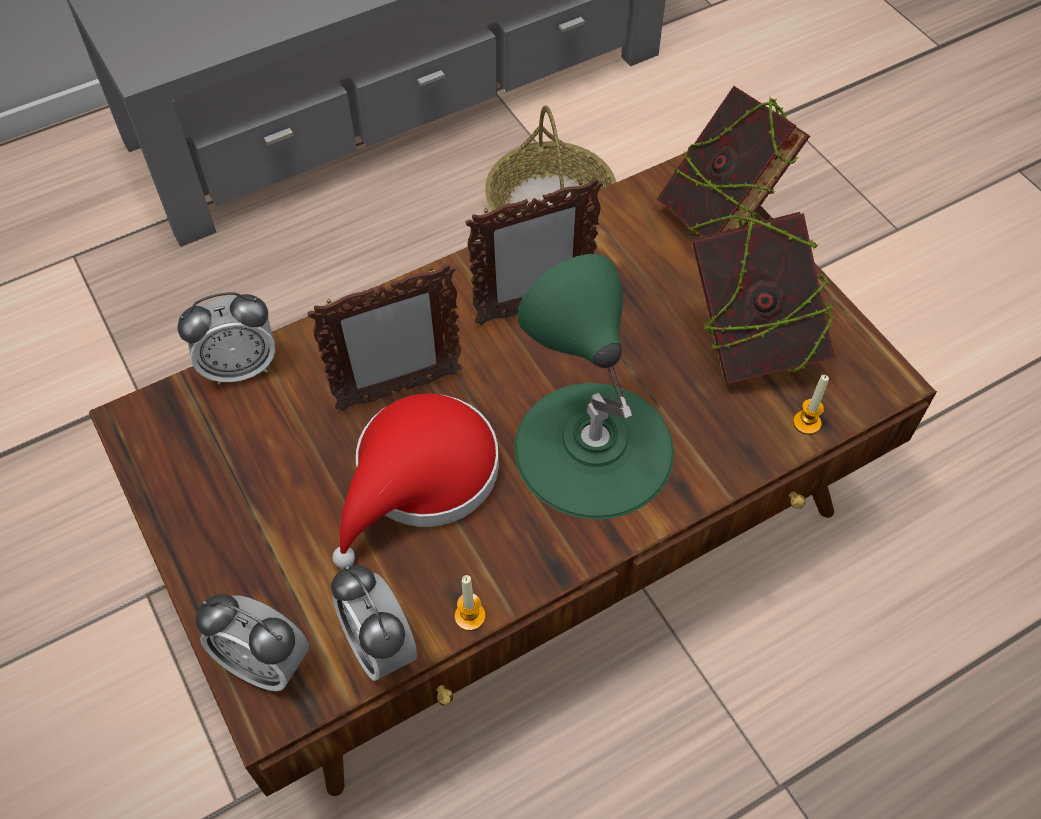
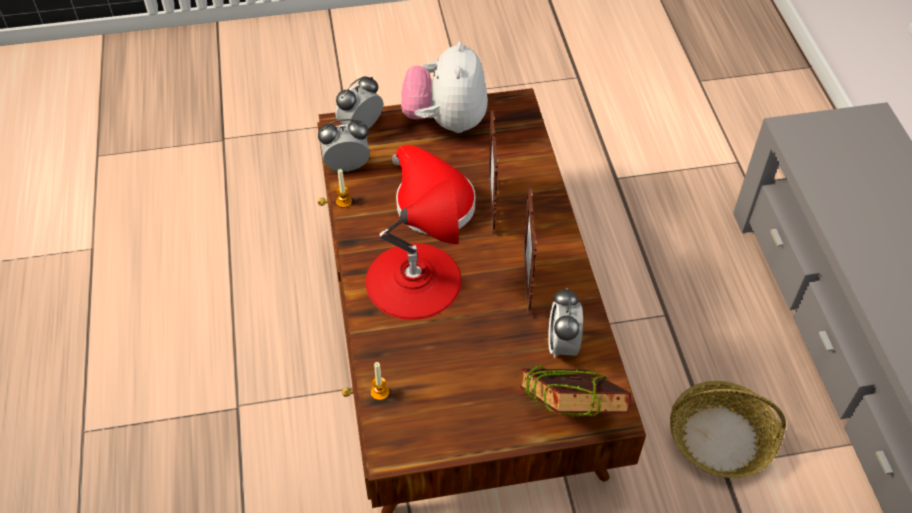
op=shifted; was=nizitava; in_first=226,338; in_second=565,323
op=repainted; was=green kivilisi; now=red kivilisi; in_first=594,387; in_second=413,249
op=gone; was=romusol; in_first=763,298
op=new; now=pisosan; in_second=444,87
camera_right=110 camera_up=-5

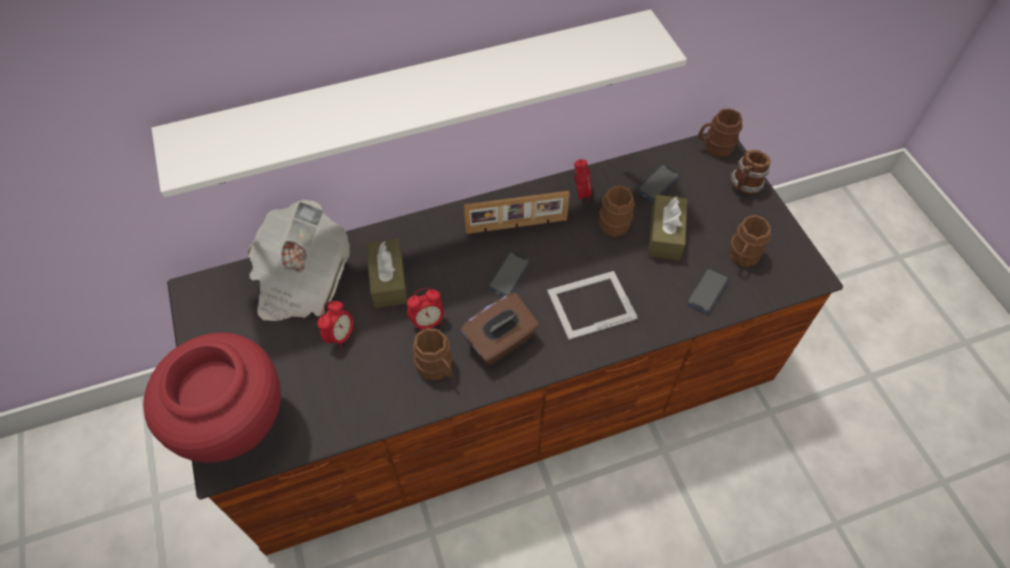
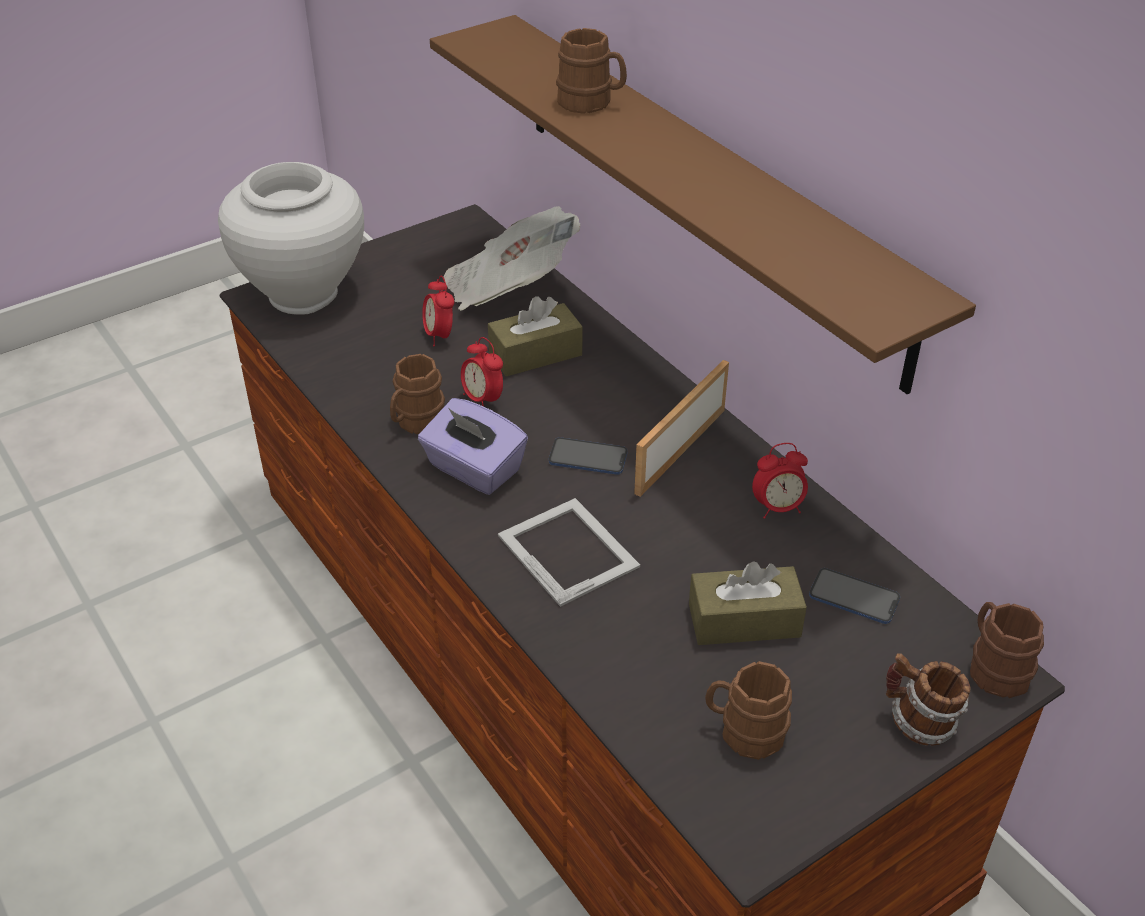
op=repainted; was=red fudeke; now=white fudeke; in_first=212,398; in_second=291,238
op=repainted; was=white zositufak; now=brown zositufak; in_first=419,103; in_second=703,204
op=rotated; was=nizitava; in_first=335,325; in_second=438,311; clockwise=60
op=repainted; was=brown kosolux; now=purple kosolux; in_first=499,329; in_second=473,446
op=rotated; was=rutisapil; in_first=517,212; in_second=681,428; clockwise=60
op=shifted; was=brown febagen; in_first=617,211; in_second=591,71
op=gone; was=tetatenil; in_first=708,290
camera_right=75 camera_up=-15

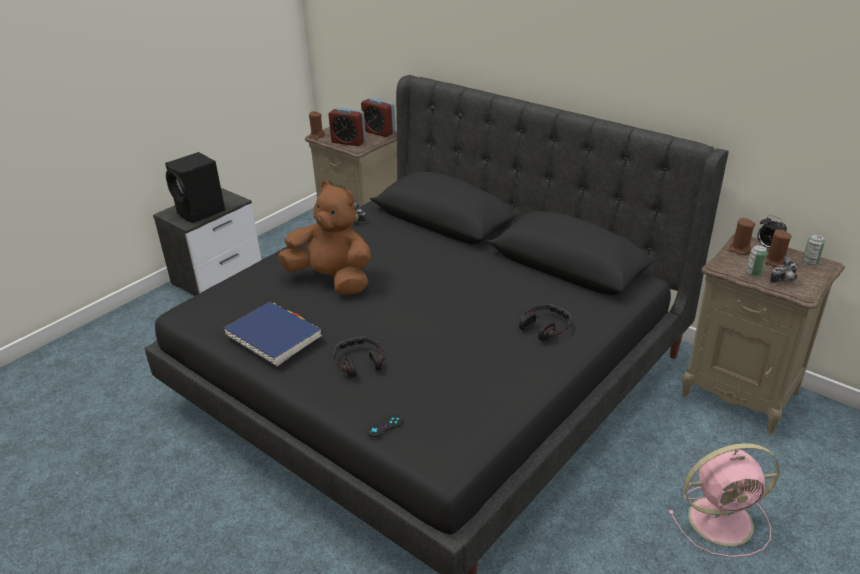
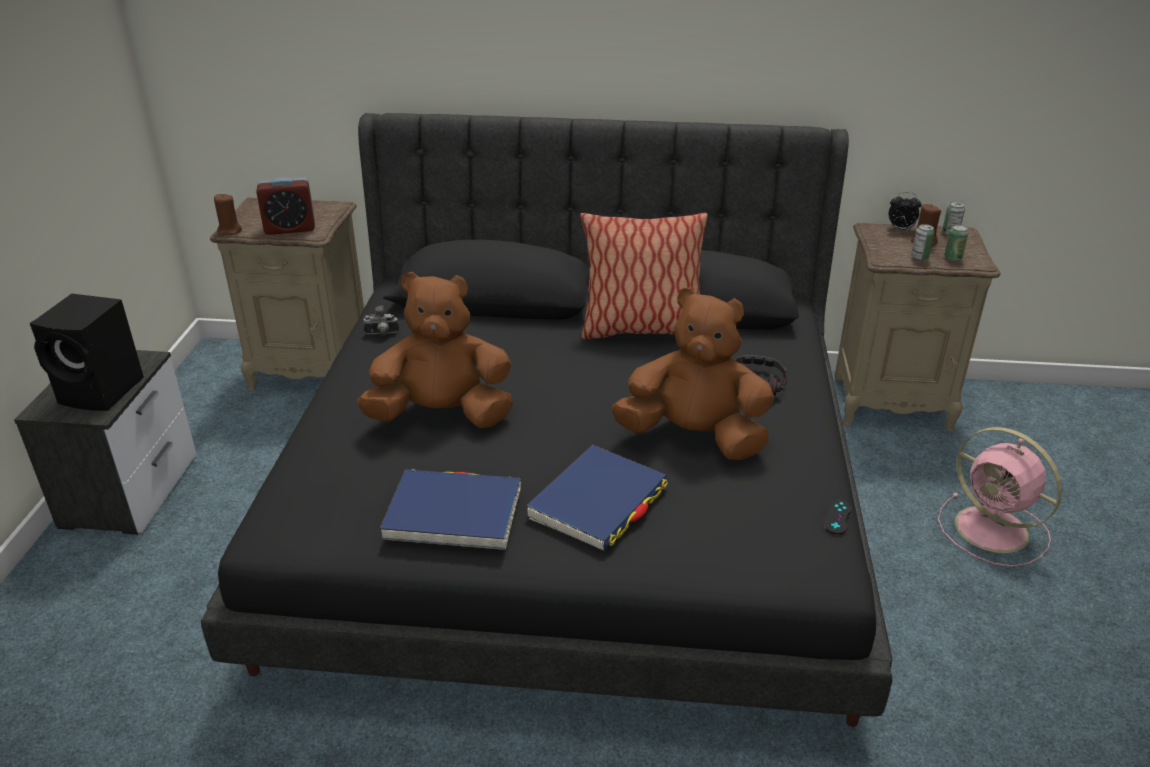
op=swapped; was=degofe; now=blue romusol; in_first=359,357; in_second=597,498
op=gone; was=nizitava; in_first=378,117
op=shifted; was=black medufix; in_first=384,426; in_second=838,517
op=rotated; was=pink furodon; in_first=724,500; in_second=1000,497; clockwise=90
op=gone; was=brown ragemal; in_first=742,236
op=swapped; was=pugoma; now=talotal; in_first=783,270; in_second=956,243
op=new; now=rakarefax; in_second=644,276
op=new; now=brown pisosan; in_second=692,374
camera_right=-35 camera_up=0

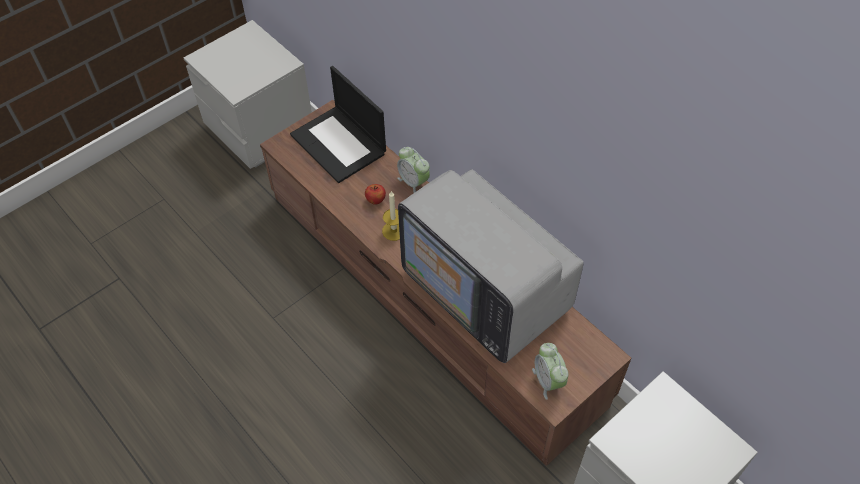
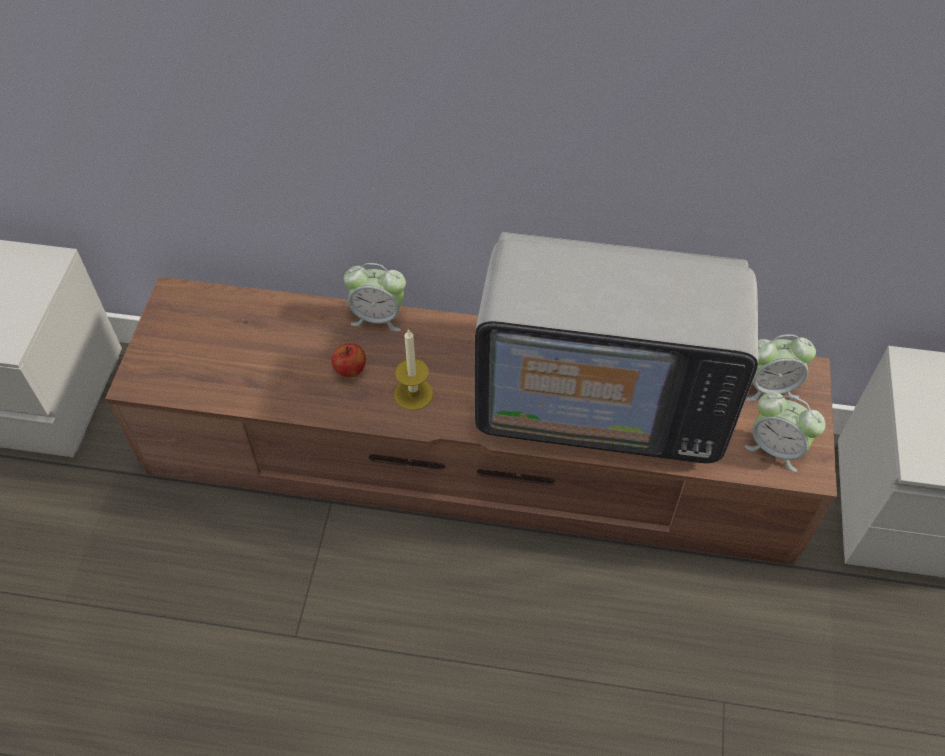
op=gone; was=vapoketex; in_first=338,124
op=new; now=nizitava; in_second=781,367
camera_right=-40 camera_up=0

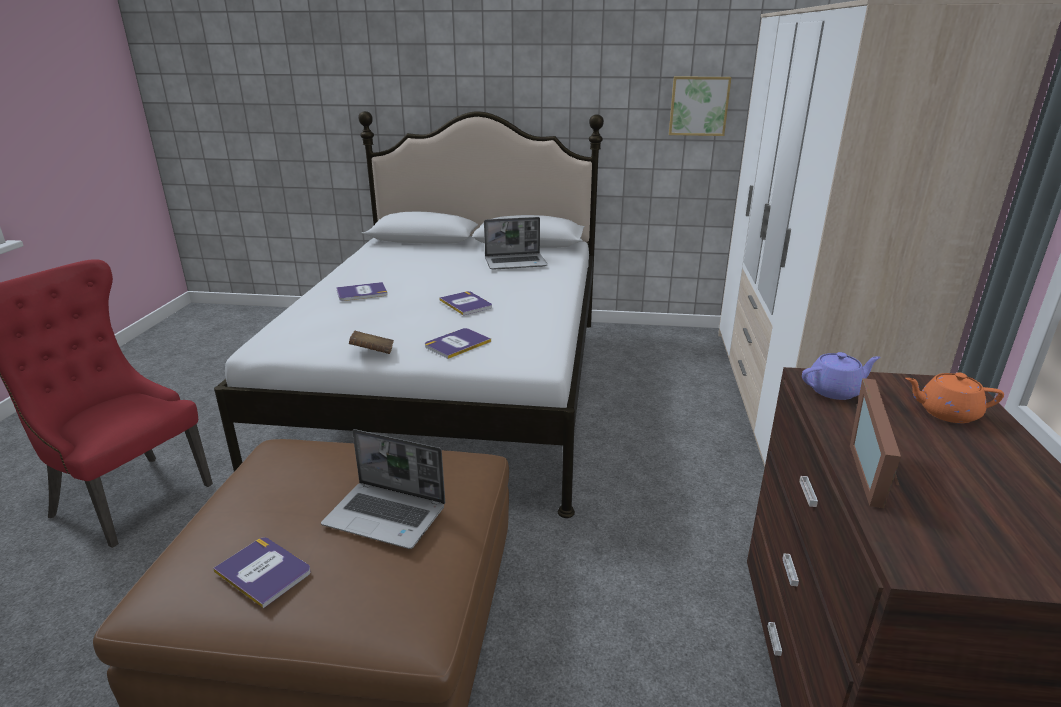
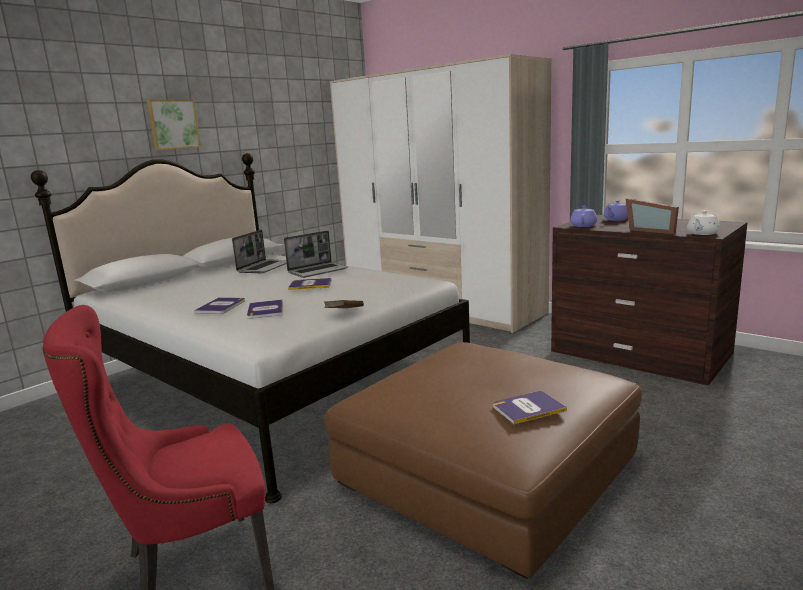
op=shifted; was=vapoketex; in_first=383,489; in_second=316,254
op=shifted; was=romusol; in_first=458,343; in_second=265,309
op=shifted; was=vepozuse; in_first=700,106; in_second=174,124
op=repainted; was=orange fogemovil; now=purple fogemovil; in_first=954,398; in_second=616,210
op=new; now=white fogemovil; in_second=703,222
camera_right=-55 camera_up=-10

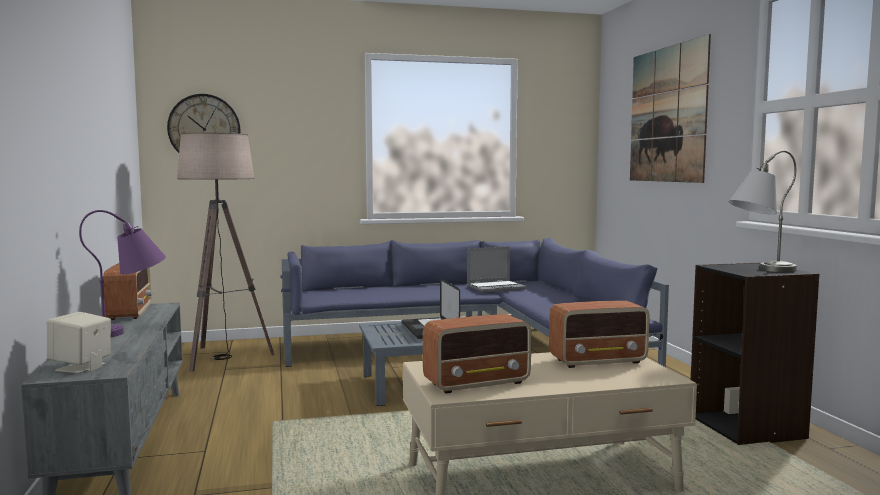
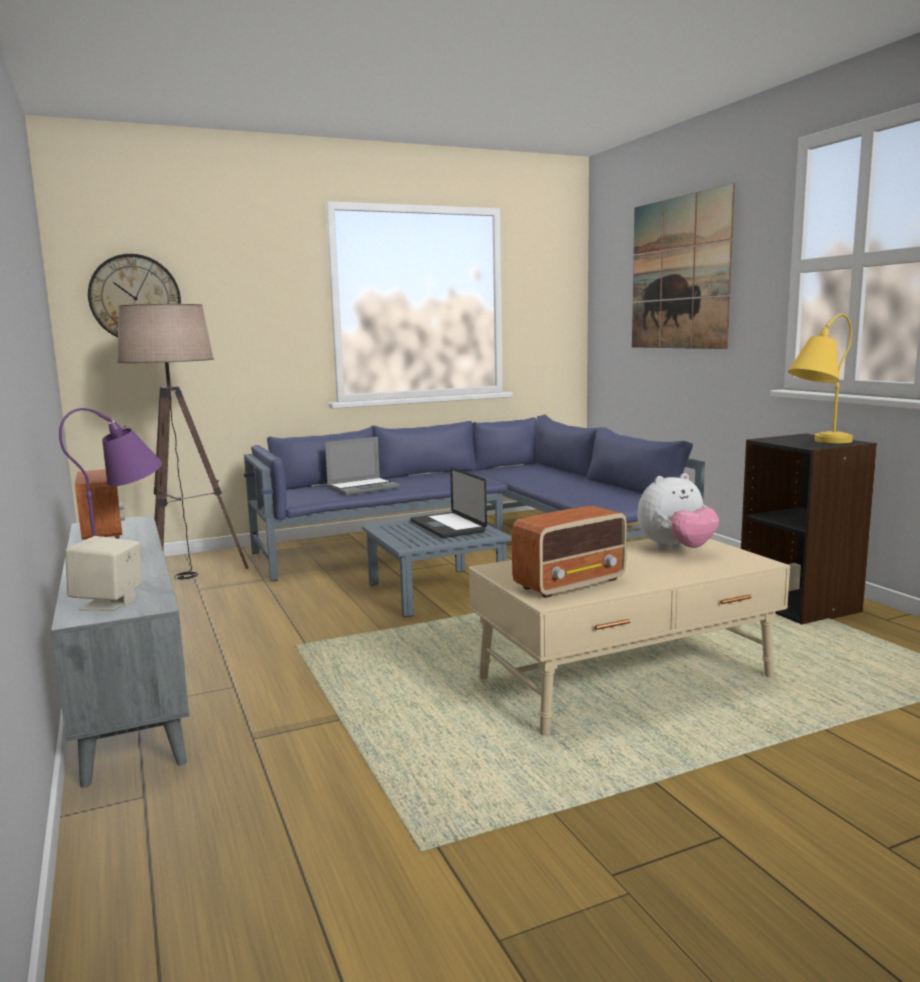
op=shifted; was=vapoketex; in_first=497,269; in_second=362,466
op=swapped; was=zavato; now=pisosan; in_first=599,334; in_second=678,511
op=repainted; was=grey kivilisi; now=yellow kivilisi; in_first=763,211; in_second=820,378
camera_right=-10 camera_up=5

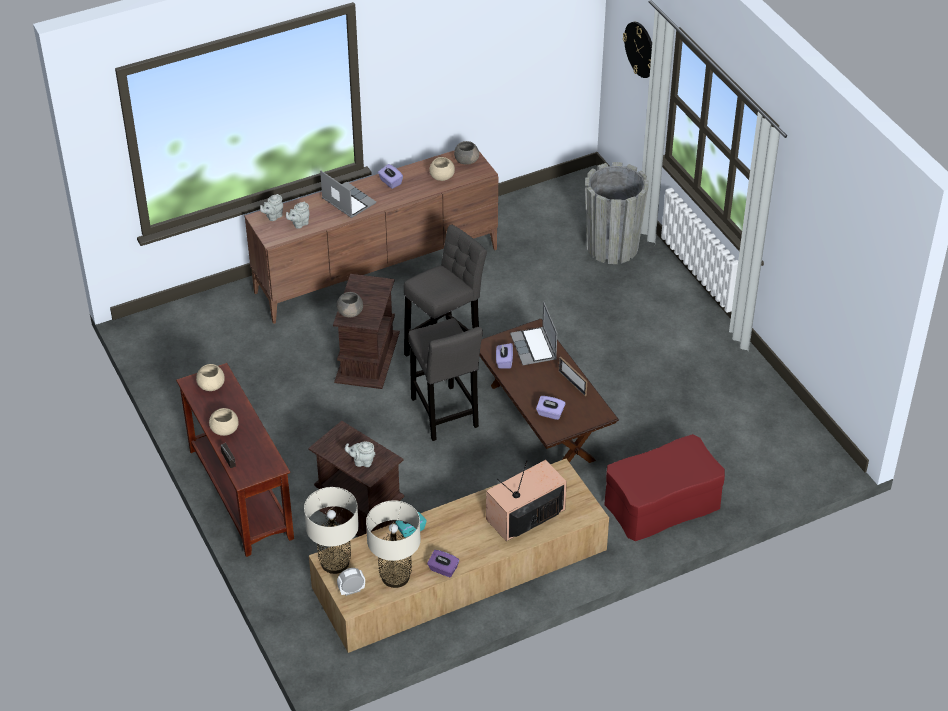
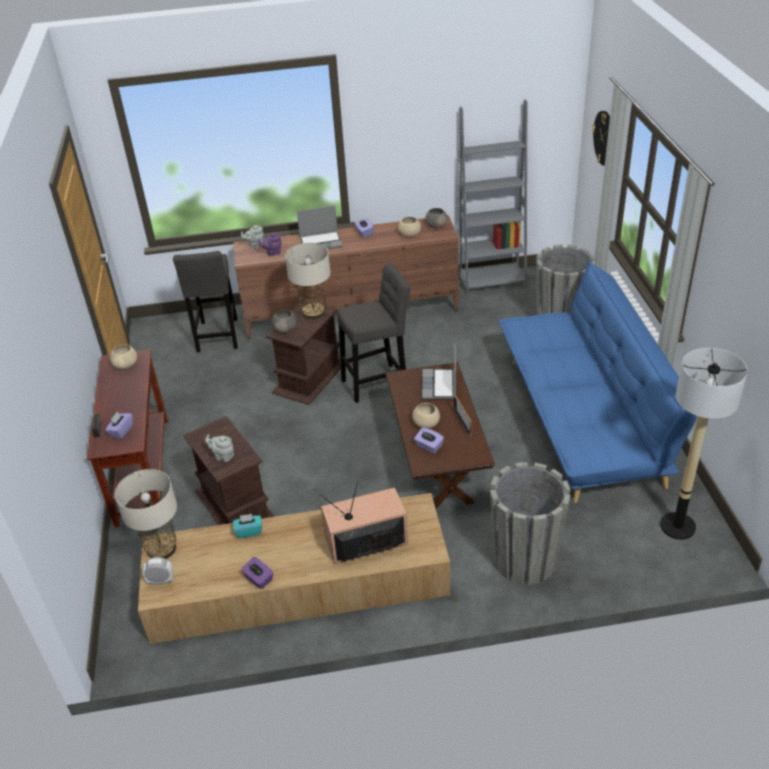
op=shifted; was=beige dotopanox; in_first=224,422; in_second=426,415
op=repainted; was=grey fogemovil; now=purple fogemovil; in_first=298,215; in_second=270,244
op=rotated; was=vapoketex; in_first=348,194; in_second=320,227; clockwise=105
op=shifted; was=kivilisi; in_first=393,544; in_second=308,281
op=shifted; was=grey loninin; in_first=446,379; in_second=205,302
op=shifted; was=purple kosolux; in_first=504,356; in_second=119,425
op=swapped; was=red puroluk; now=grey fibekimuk; in_first=664,487; in_second=530,523
op=new; now=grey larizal; in_second=493,197
op=new; now=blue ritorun; in_second=598,382
op=new; now=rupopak; in_second=704,444
camera_right=20 camera_up=-5

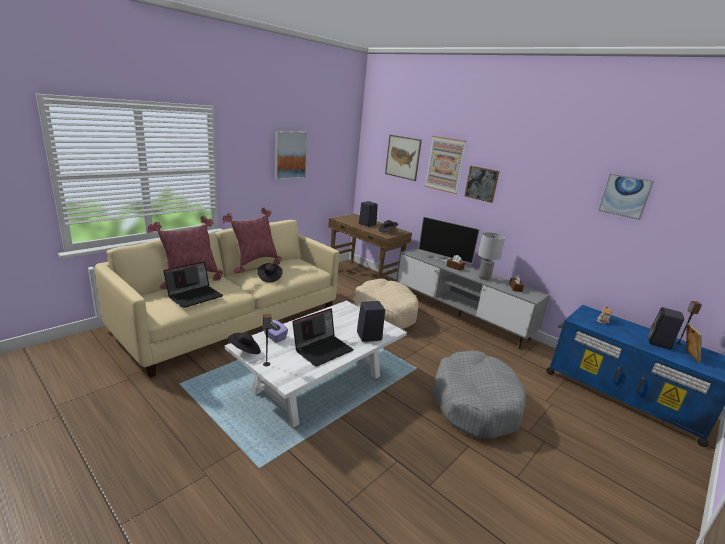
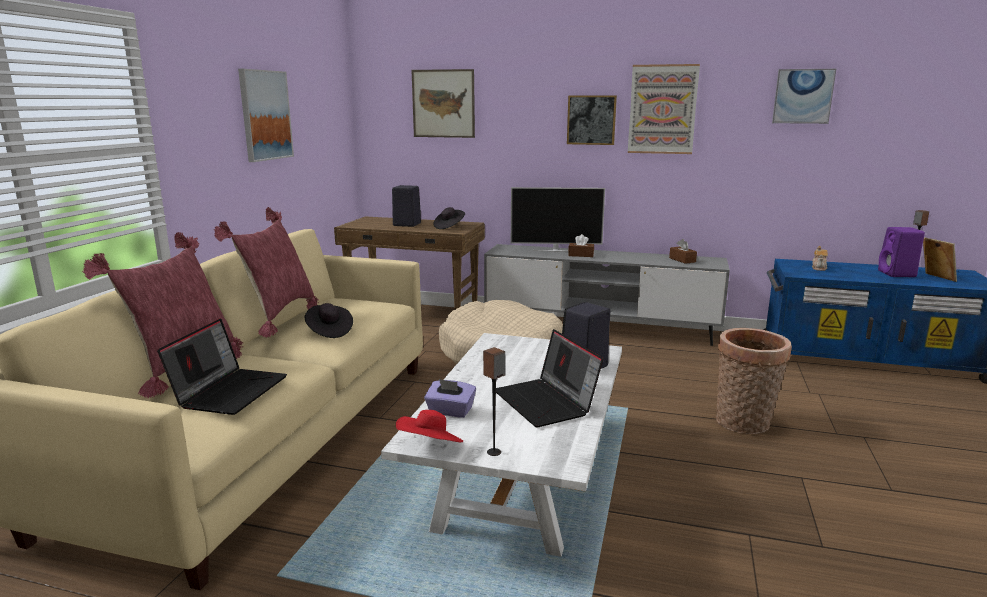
op=repainted; was=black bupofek; now=red bupofek; in_first=244,343; in_second=429,426
op=rotated; was=vapoketex; in_first=323,337; in_second=549,378; clockwise=135
op=shifted; was=vepozuse; in_first=446,165; in_second=664,109
op=swapped; was=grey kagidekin; now=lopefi; in_first=479,394; in_second=754,381
op=gone; was=grey kivilisi; in_first=491,256
op=repainted; was=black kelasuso; now=purple kelasuso; in_first=666,328; in_second=901,252
camera_right=-25 camera_up=-5

